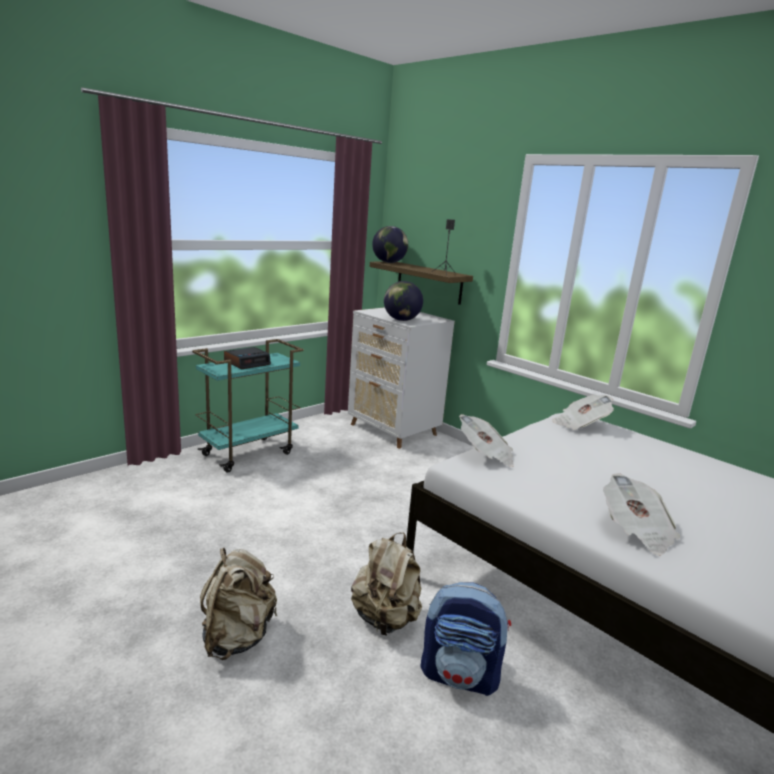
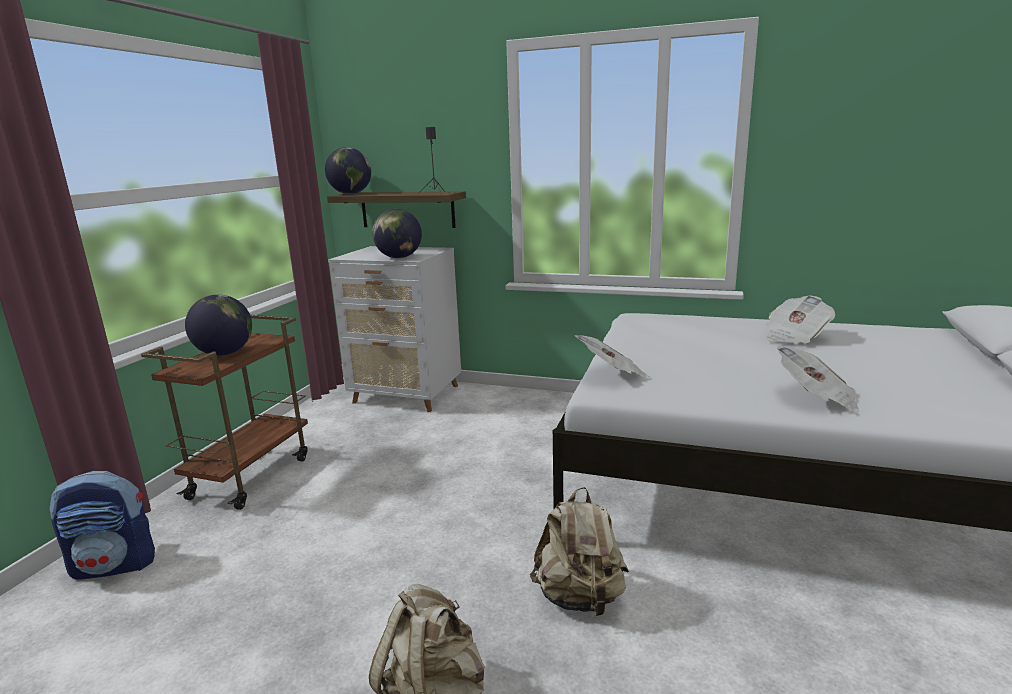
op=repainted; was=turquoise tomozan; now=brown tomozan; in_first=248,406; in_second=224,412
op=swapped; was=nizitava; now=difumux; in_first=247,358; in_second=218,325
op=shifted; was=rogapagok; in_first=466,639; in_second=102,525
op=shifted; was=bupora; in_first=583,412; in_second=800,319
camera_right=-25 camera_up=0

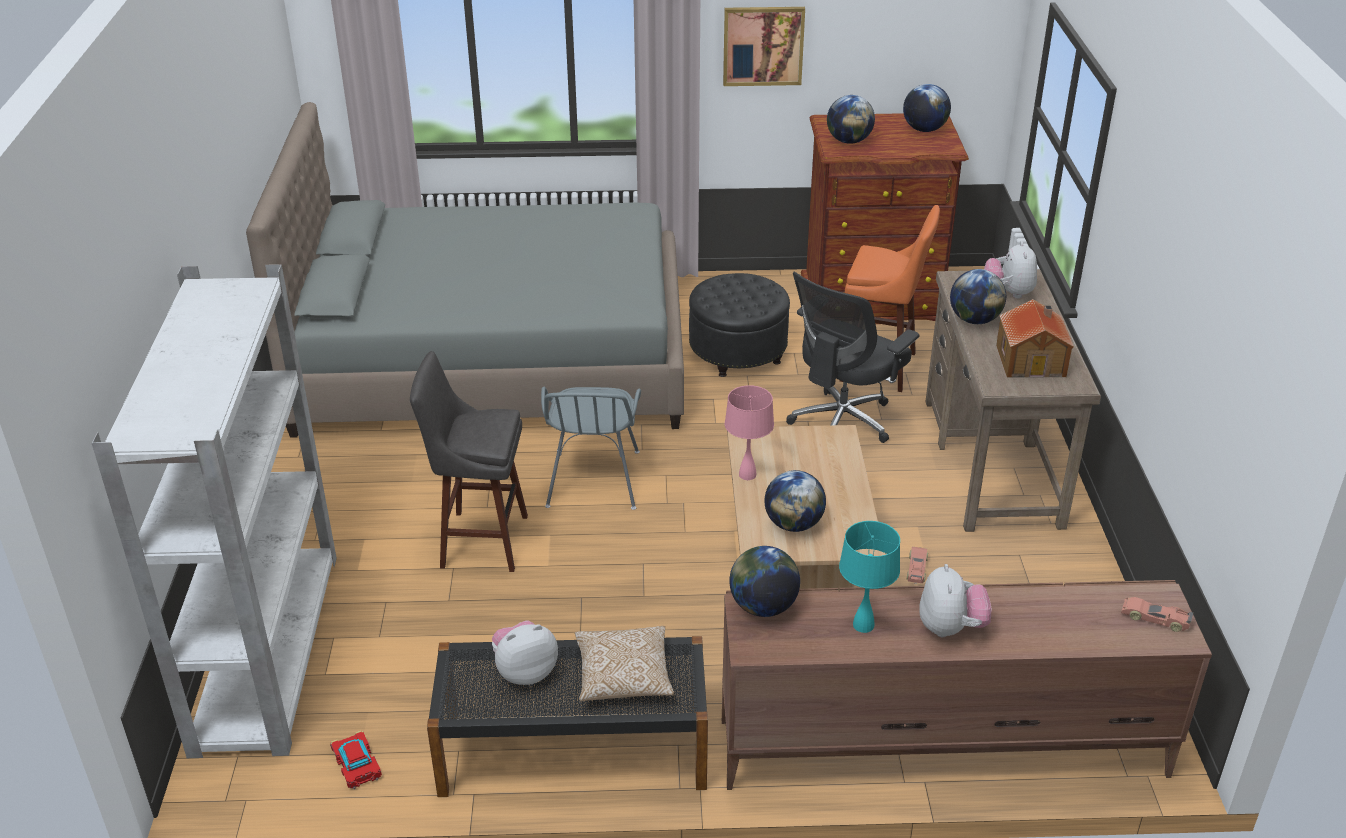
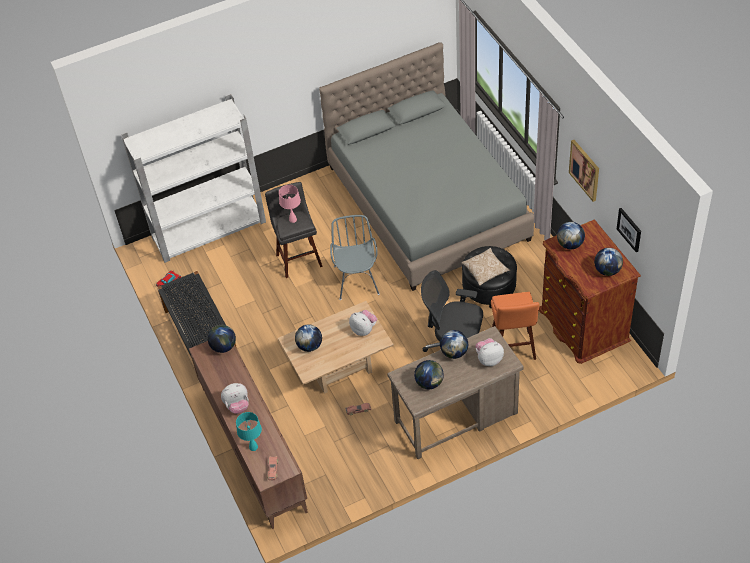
op=shifted; was=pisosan; in_first=525,652; in_second=363,323
op=rotated; was=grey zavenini; in_first=591,448; in_second=355,257; clockwise=105
op=shifted; was=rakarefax; in_first=624,663; in_second=485,267
op=shifted; was=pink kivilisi; in_first=749,432; in_second=290,204
op=shifted; was=turquoise kivilisi; in_first=869,577; in_second=249,431
op=swapped; was=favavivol; now=difumux; in_first=1035,338; in_second=429,374
op=new; now=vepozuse; in_second=629,230
camera_right=70 camera_up=15

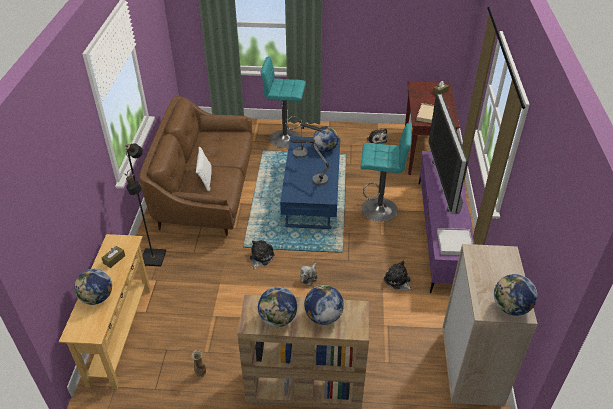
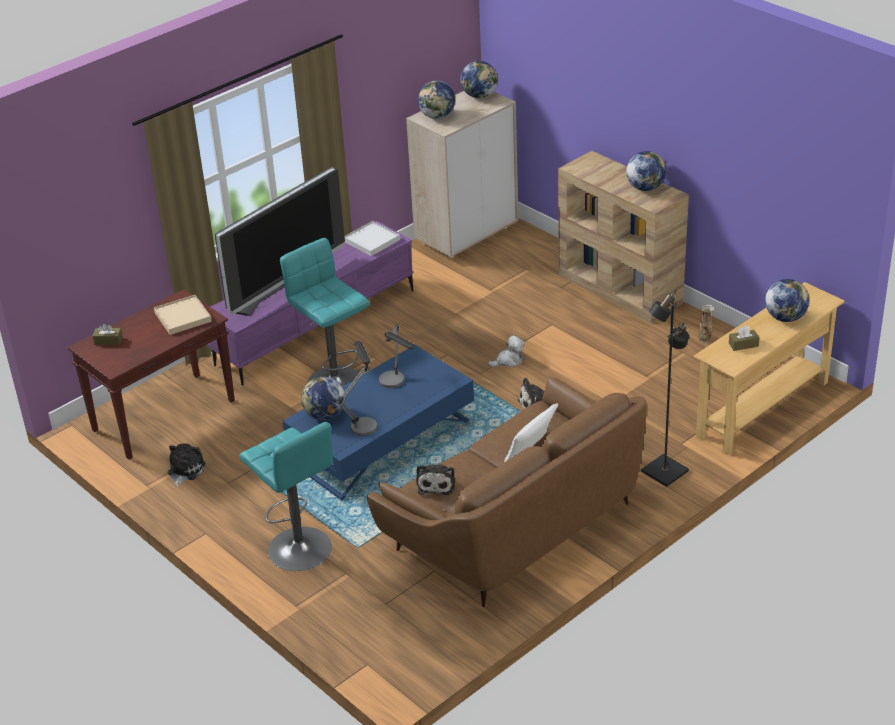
op=shifted; was=difumux; in_first=324,305; in_second=436,100
op=shifted; was=pisosan; in_first=398,276; in_second=435,479
camera_right=-135 camera_up=-5

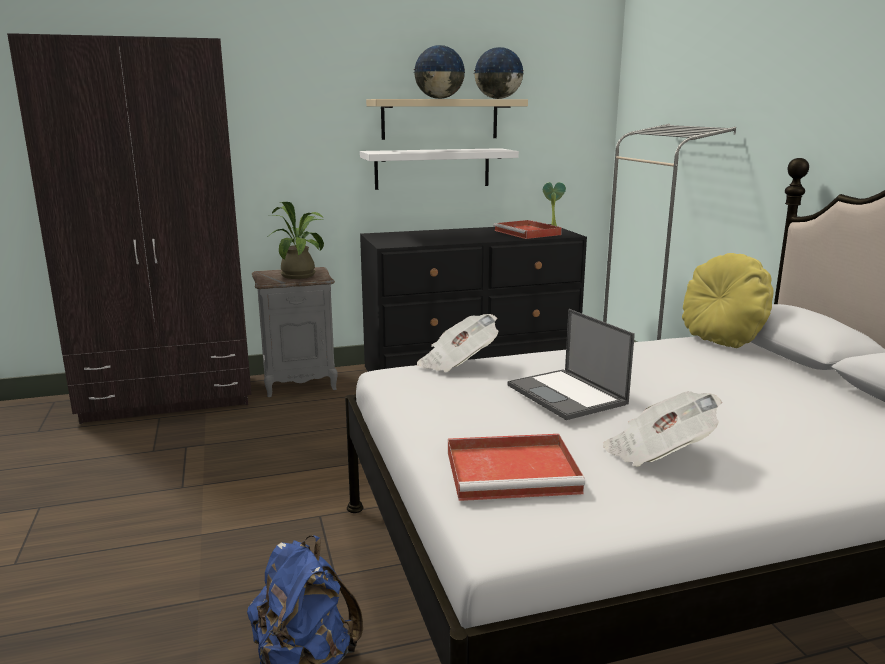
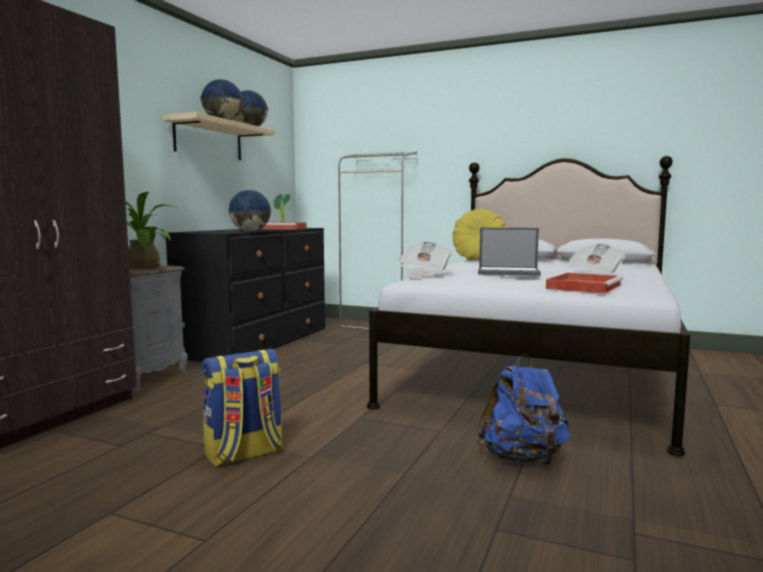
op=gone; was=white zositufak; in_first=439,169
op=new; now=rogapagok; in_second=243,408
op=new; now=difumux; in_second=249,210
camera_right=-50 camera_up=-10

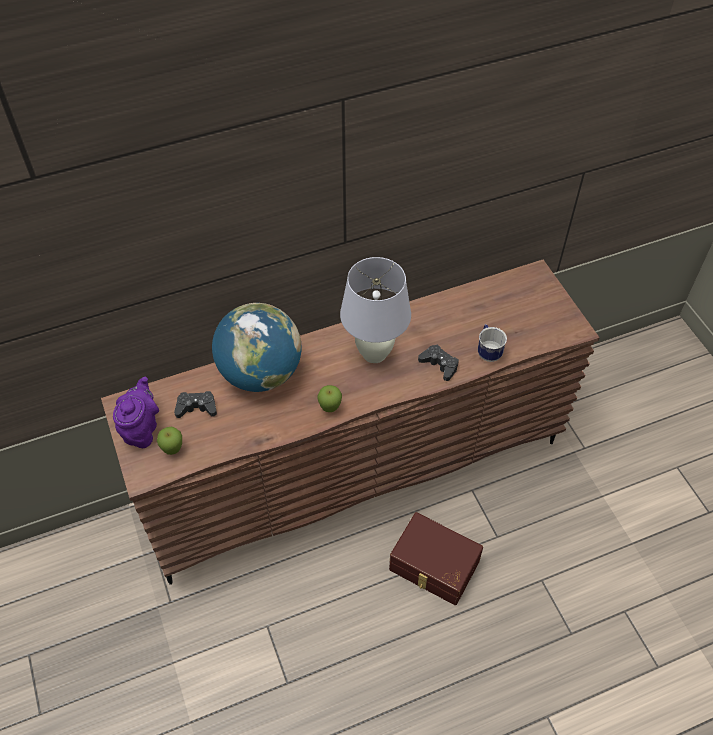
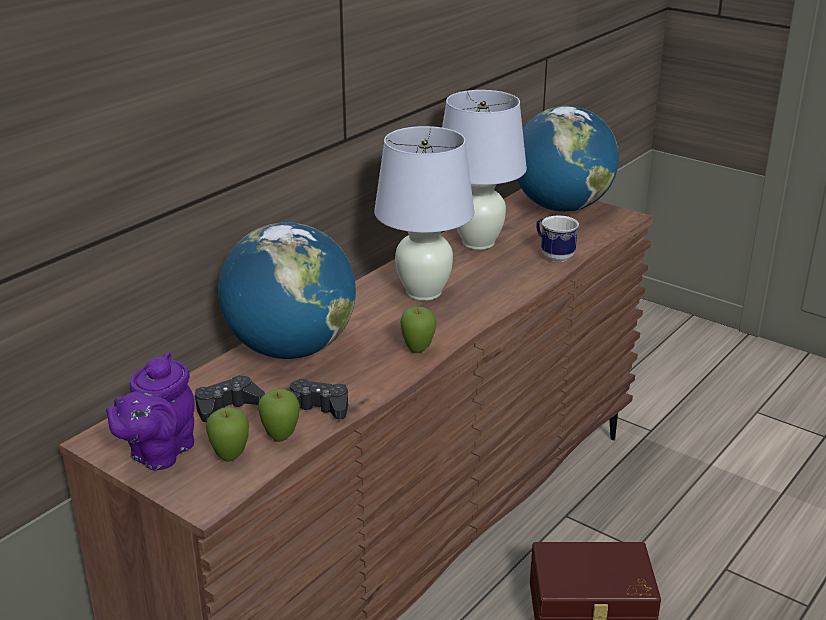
op=rotated; was=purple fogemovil; in_first=136,412; in_second=150,411; clockwise=-135
op=shifted; was=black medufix; in_first=438,363; in_second=317,399
op=new; now=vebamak; in_second=279,415
op=new; now=white kivilisi; in_second=484,170
op=new; now=difumux; in_second=568,159
camera_right=-30 camera_up=-25

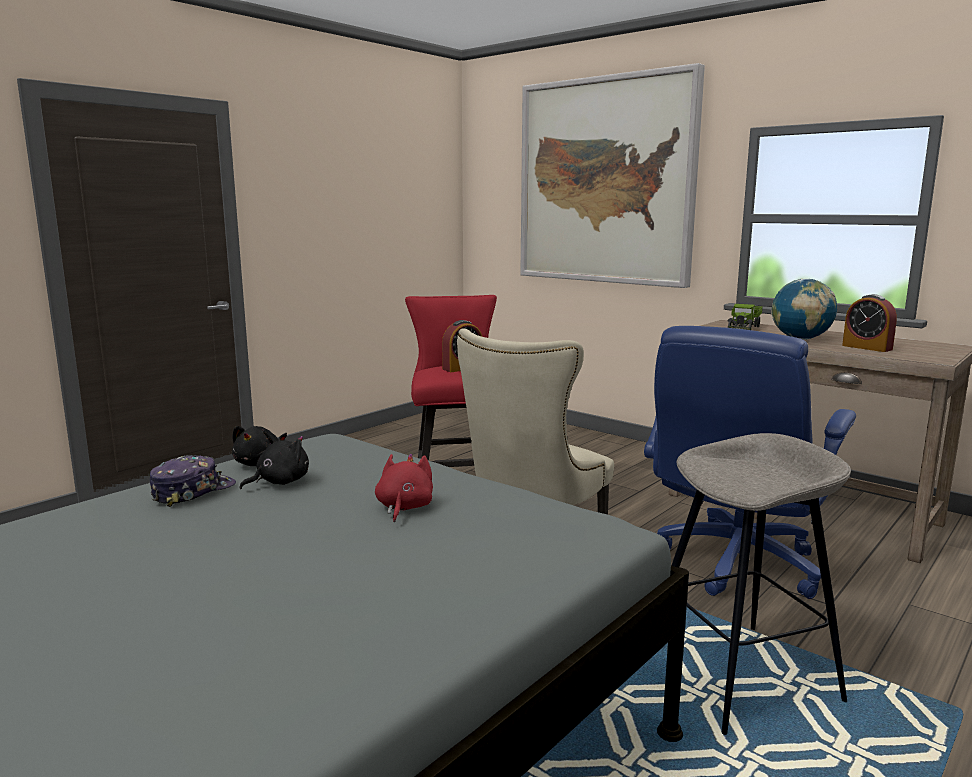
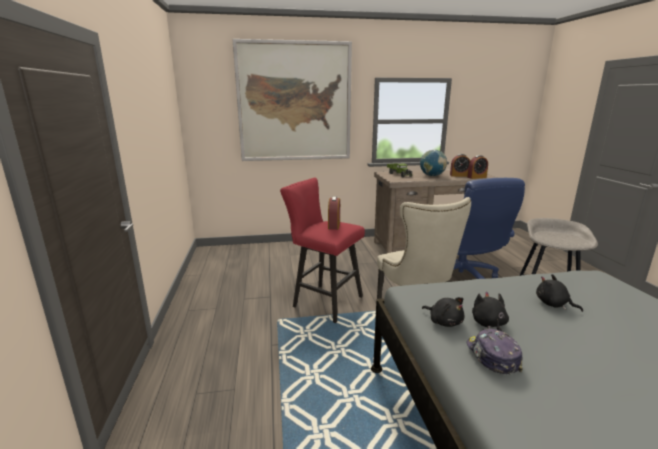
op=repainted; was=red pisosan; now=black pisosan; in_first=404,488; in_second=559,293
op=new; now=nizitava; in_second=477,167
camera_right=-50 camera_up=5

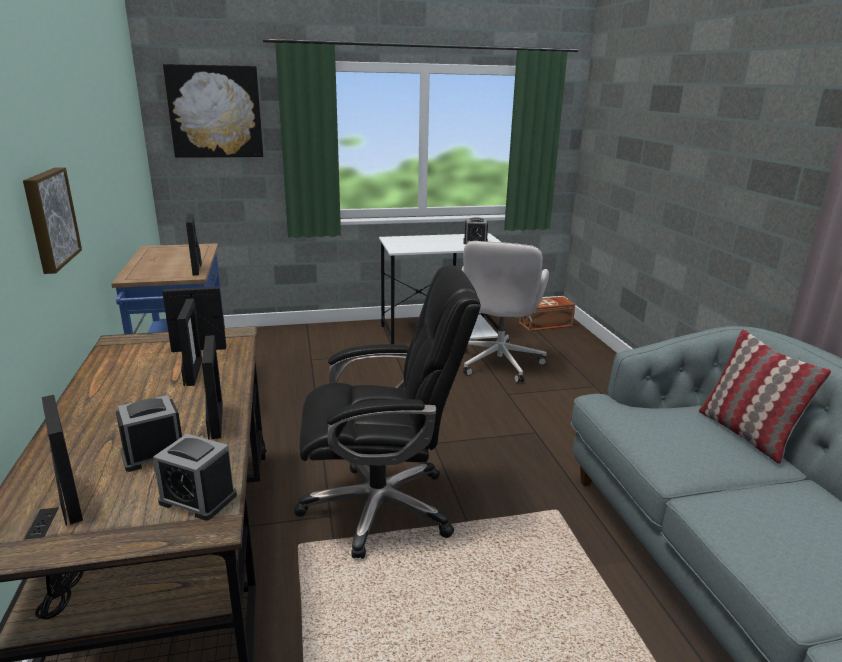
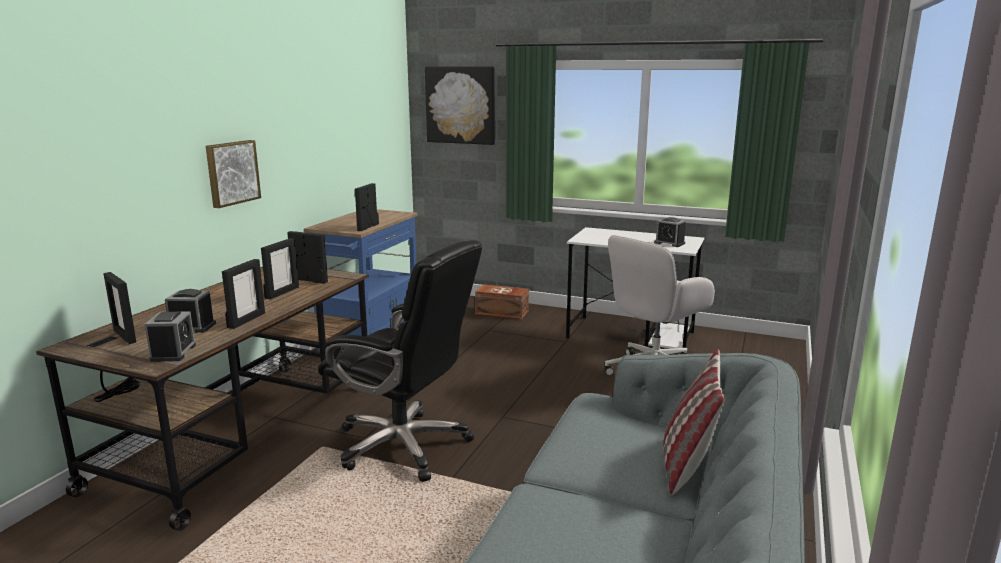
op=rotated; was=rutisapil; in_first=62,460; in_second=119,308; clockwise=135
op=rotated; was=nizitava; in_first=195,477; in_second=170,336; clockwise=-150
op=shifted; was=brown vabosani; in_first=547,314; in_second=502,301
camera_right=35 camera_up=-5

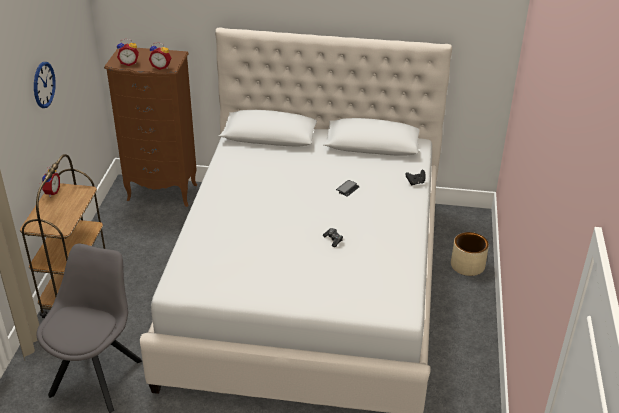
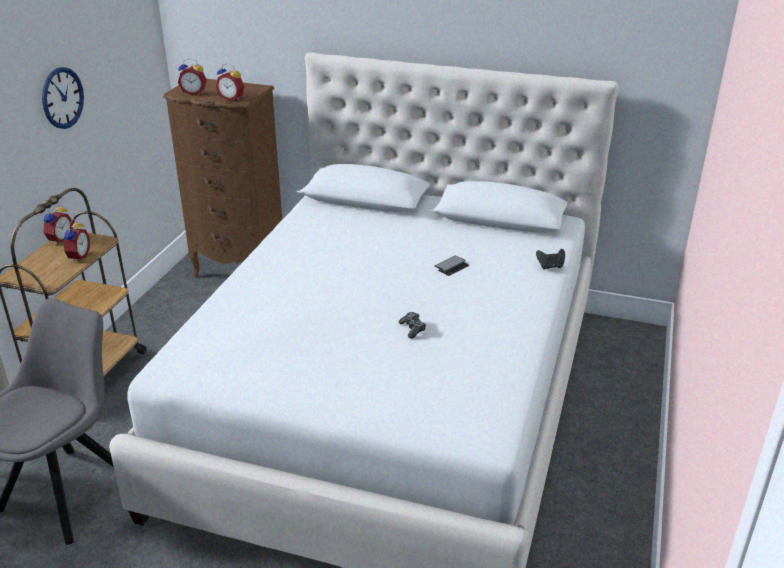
op=gone; was=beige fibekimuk; in_first=470,254
op=new; now=nizitava; in_second=77,241
camera_right=10 camera_up=-5

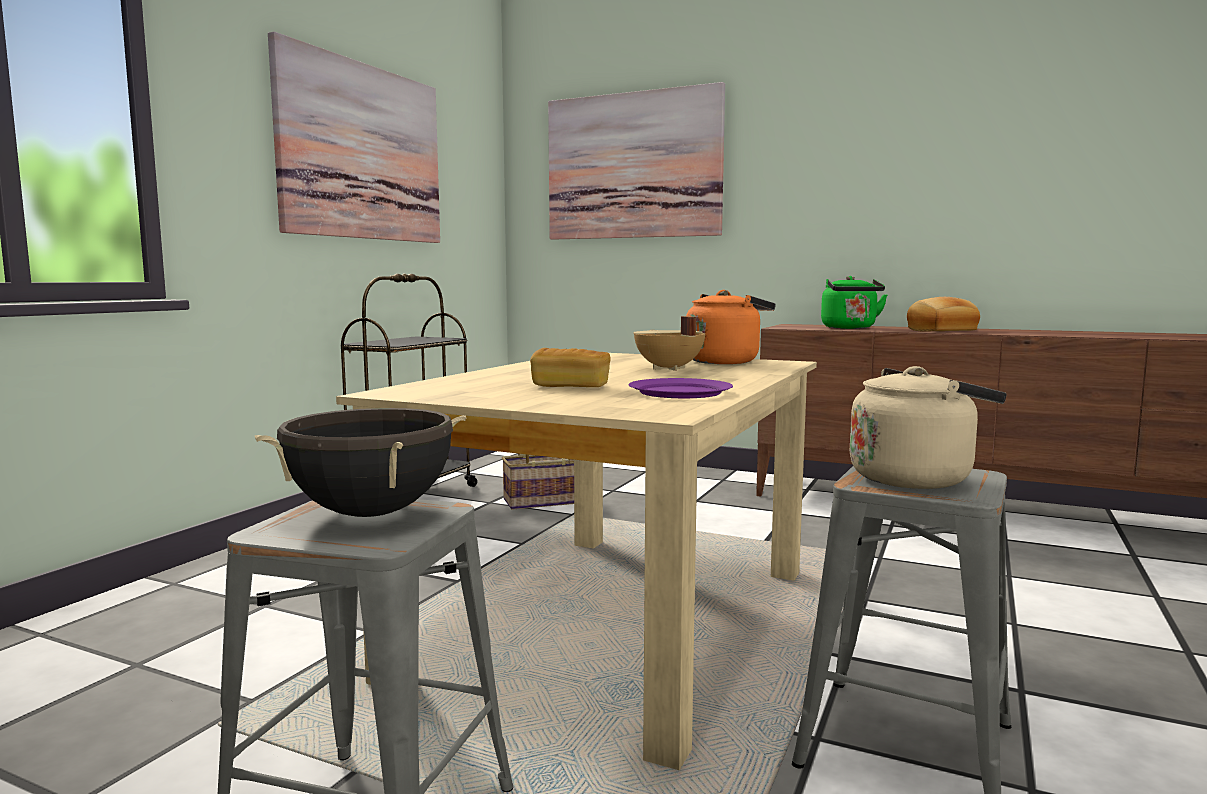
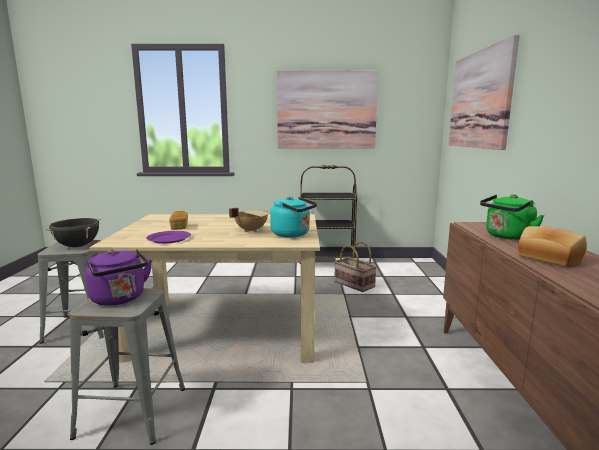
op=repainted; was=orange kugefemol; now=turquoise kugefemol; in_first=731,327; in_second=293,217
op=repainted; was=beige kugefemol; now=purple kugefemol; in_first=928,427; in_second=118,277
camera_right=65 camera_up=5

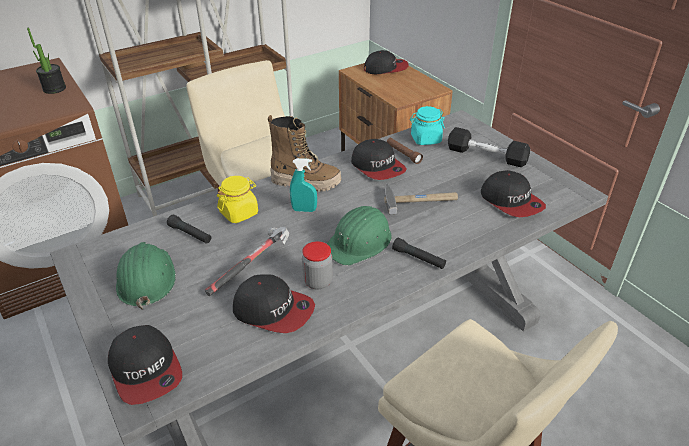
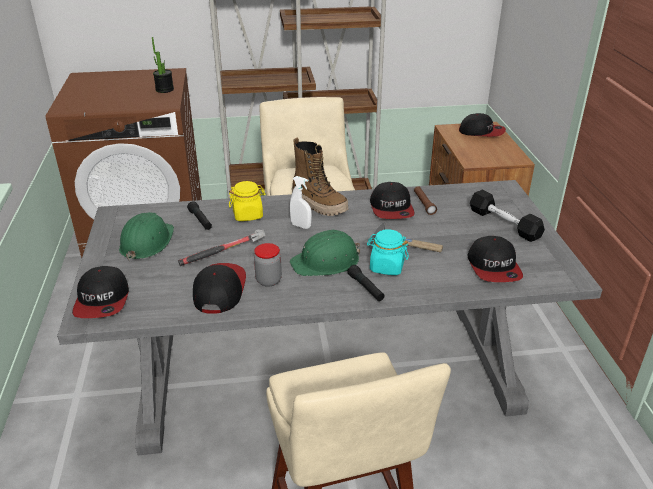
op=rotated; was=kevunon; in_first=274,303; in_second=219,288; clockwise=-135
op=repainted; was=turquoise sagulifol; now=white sagulifol; in_first=303,185; in_second=301,202
op=shifted; was=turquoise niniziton; in_first=427,125; in_second=388,252
camera_right=25 camera_up=-5

